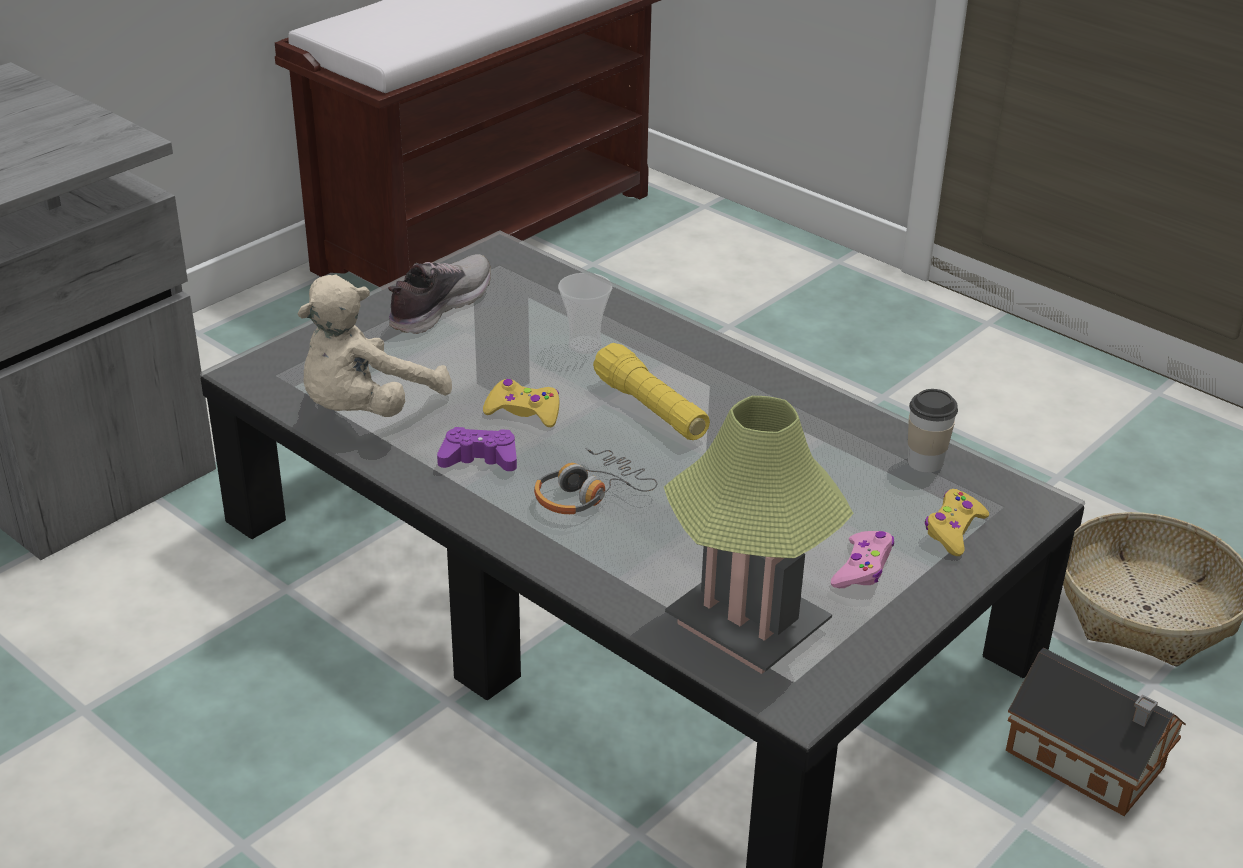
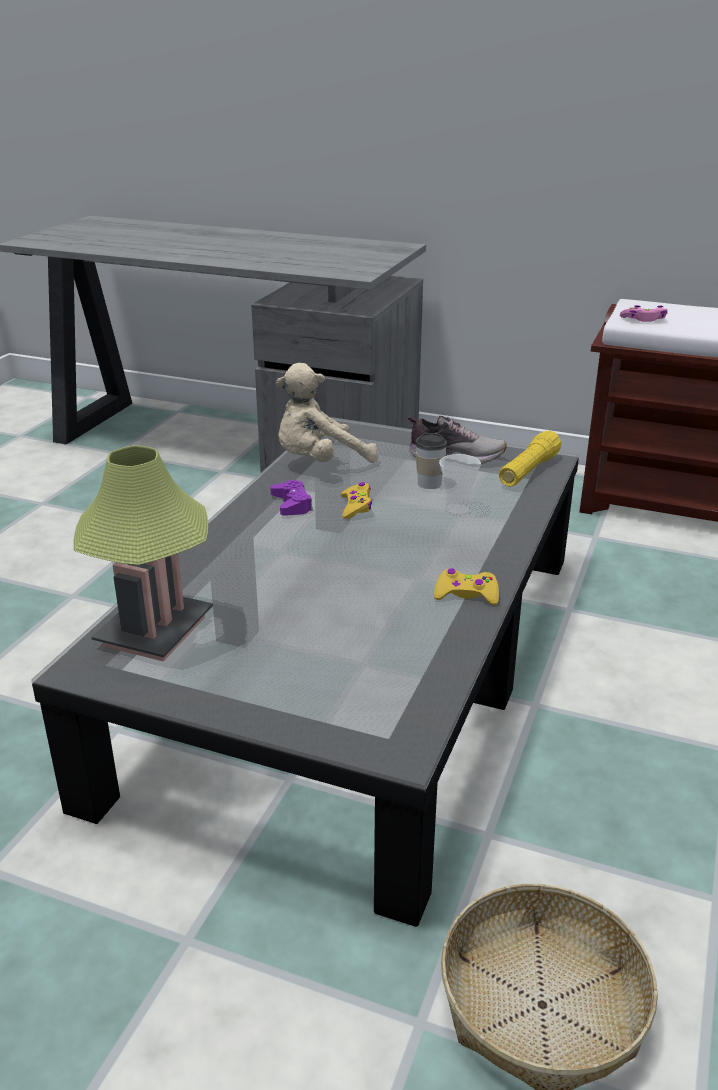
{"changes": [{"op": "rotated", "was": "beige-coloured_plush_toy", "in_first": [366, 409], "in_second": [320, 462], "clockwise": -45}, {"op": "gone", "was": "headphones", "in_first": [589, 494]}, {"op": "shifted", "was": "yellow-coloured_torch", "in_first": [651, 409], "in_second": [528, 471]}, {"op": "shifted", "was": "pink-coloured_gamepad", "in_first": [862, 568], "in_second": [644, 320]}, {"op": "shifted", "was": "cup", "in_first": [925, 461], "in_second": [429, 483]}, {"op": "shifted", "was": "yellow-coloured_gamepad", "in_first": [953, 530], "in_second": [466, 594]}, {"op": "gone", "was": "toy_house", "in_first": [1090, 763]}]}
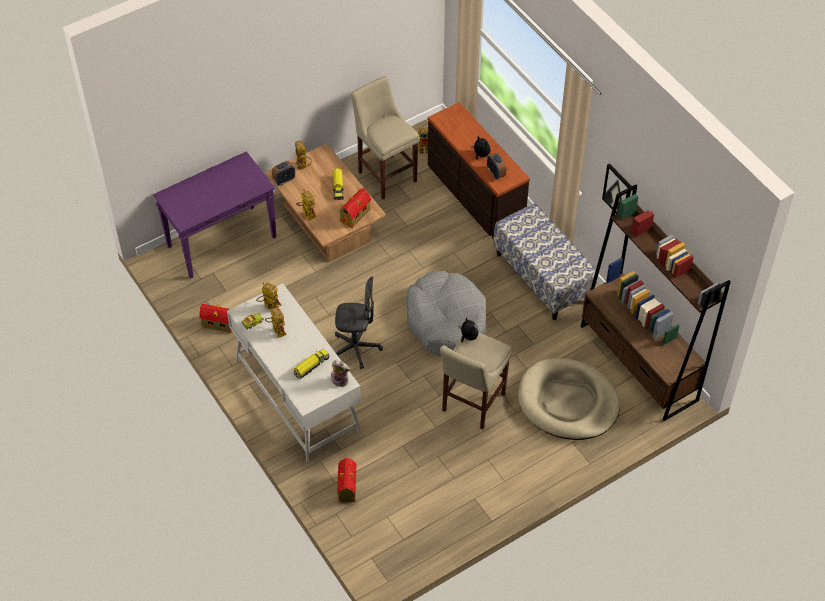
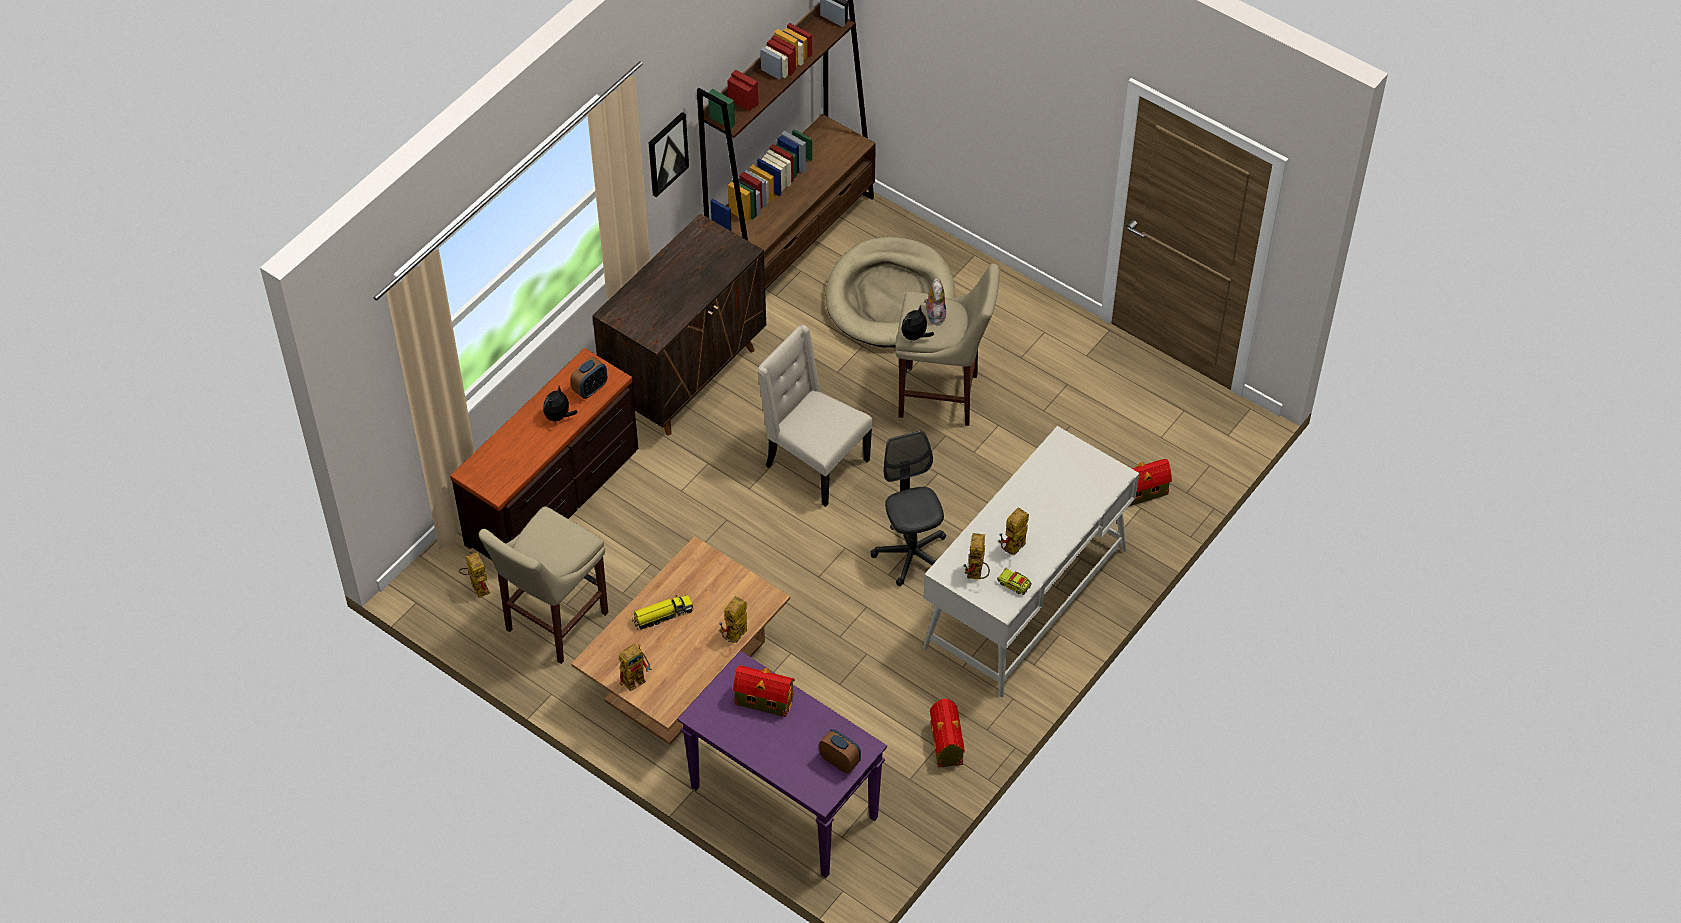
{"changes": [{"op": "shifted", "was": "alarm_clock", "in_first": [284, 180], "in_second": [840, 761]}, {"op": "gone", "was": "model_truck", "in_first": [311, 366]}, {"op": "shifted", "was": "plush_toy", "in_first": [341, 380], "in_second": [934, 315]}, {"op": "shifted", "was": "toy_house", "in_first": [356, 215], "in_second": [763, 699]}, {"op": "swapped", "was": "gray_dog_bed", "now": "beige-coloured_upright_chair", "in_first": [446, 321], "in_second": [814, 463]}, {"op": "swapped", "was": "bench", "now": "brown-coloured_cupboard", "in_first": [542, 277], "in_second": [686, 375]}]}
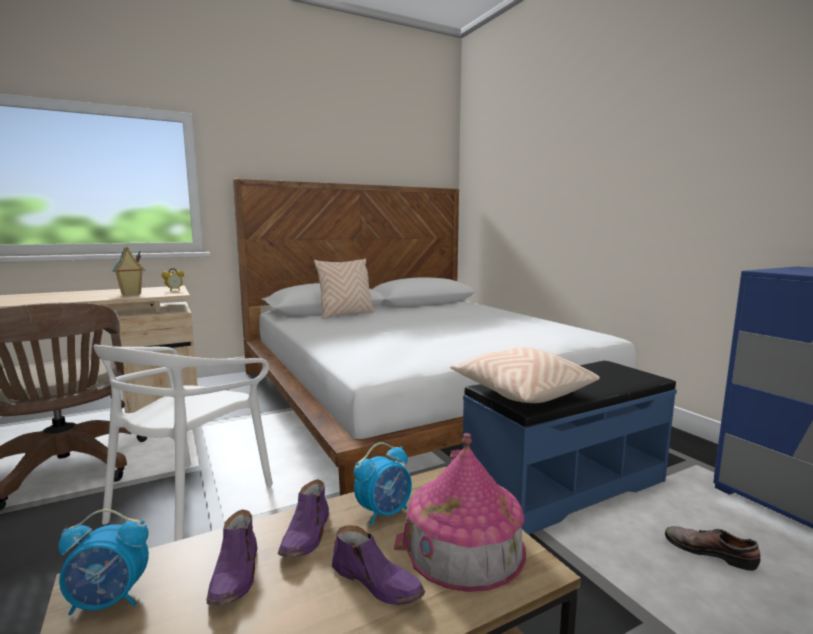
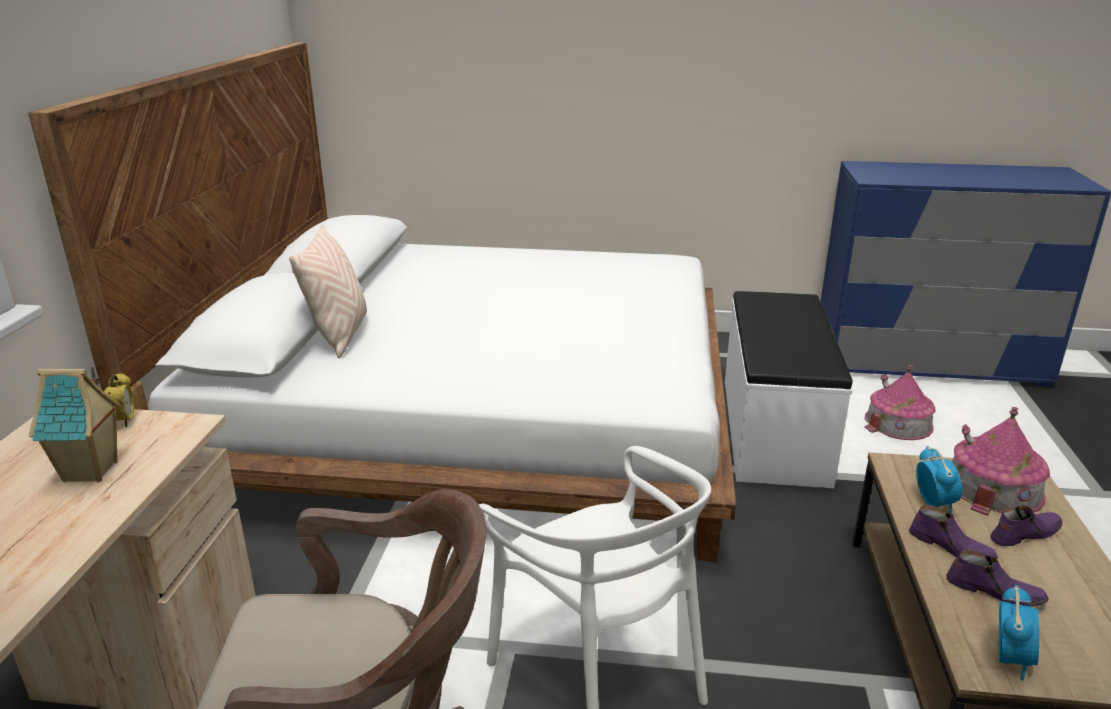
{"changes": [{"op": "gone", "was": "beige-coloured_cushion", "in_first": [521, 392]}, {"op": "repainted", "was": "bluish_bench", "now": "white-coloured_bench", "in_first": [563, 484], "in_second": [771, 429]}, {"op": "swapped", "was": "shoe", "now": "toy_house", "in_first": [709, 551], "in_second": [898, 423]}]}
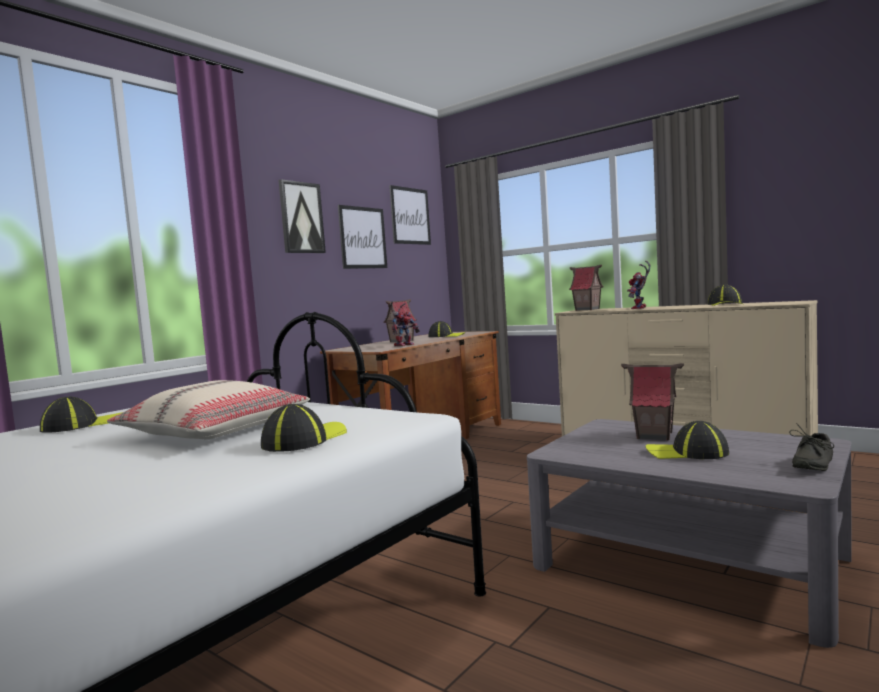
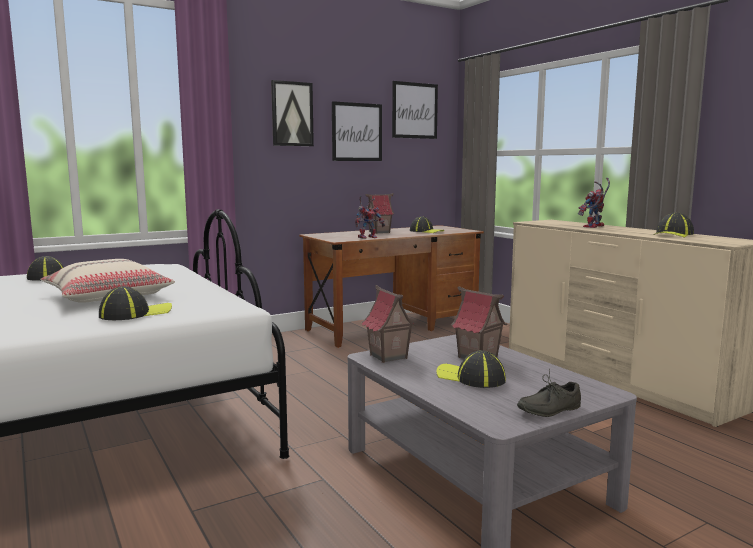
{"changes": [{"op": "shifted", "was": "toy_house", "in_first": [587, 309], "in_second": [388, 356]}]}
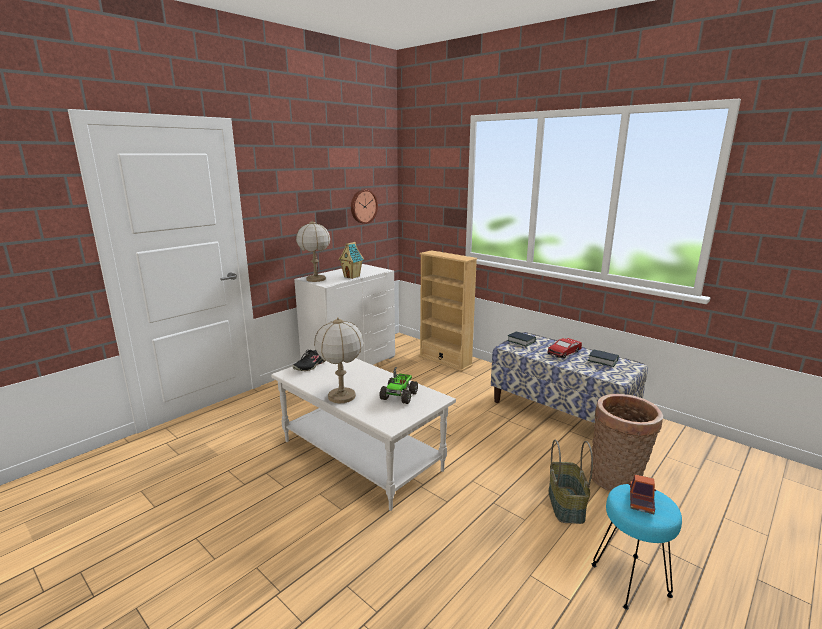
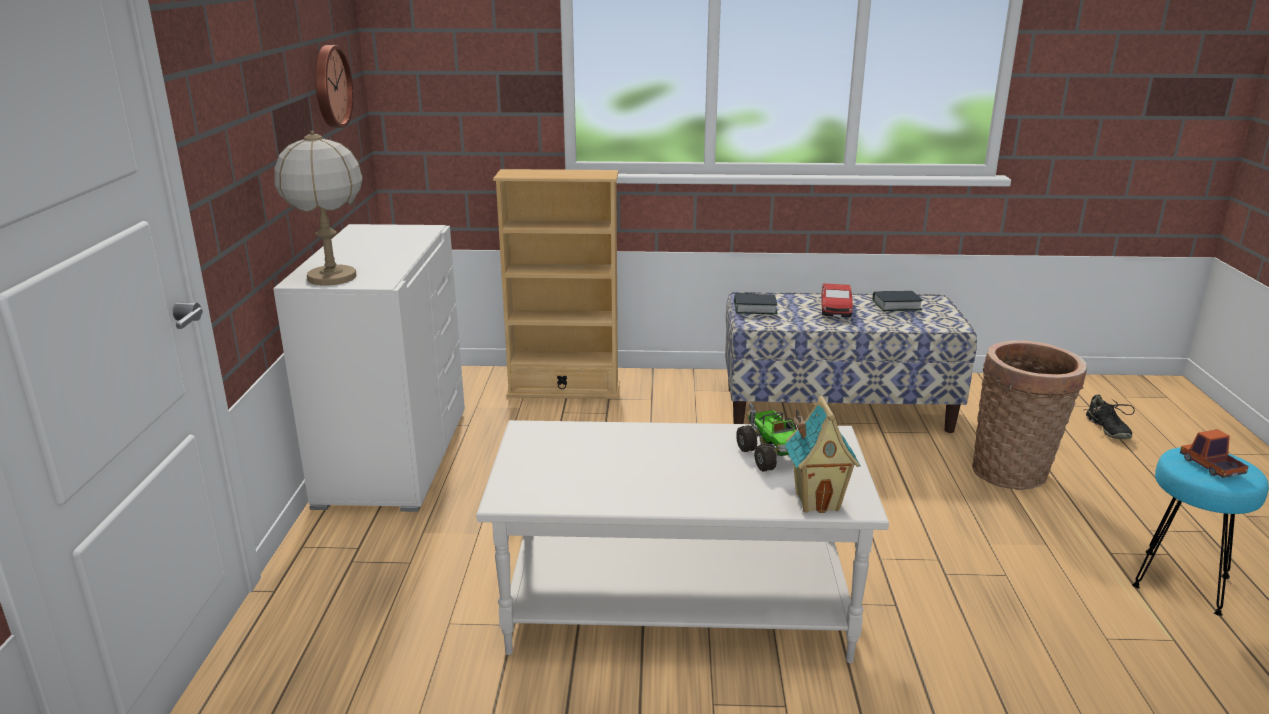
{"changes": [{"op": "shifted", "was": "black-coloured_shoe", "in_first": [310, 365], "in_second": [1107, 429]}, {"op": "gone", "was": "lamp_for_a_table", "in_first": [341, 396]}, {"op": "shifted", "was": "toy_house", "in_first": [352, 276], "in_second": [817, 501]}, {"op": "gone", "was": "storage_basket", "in_first": [567, 505]}]}
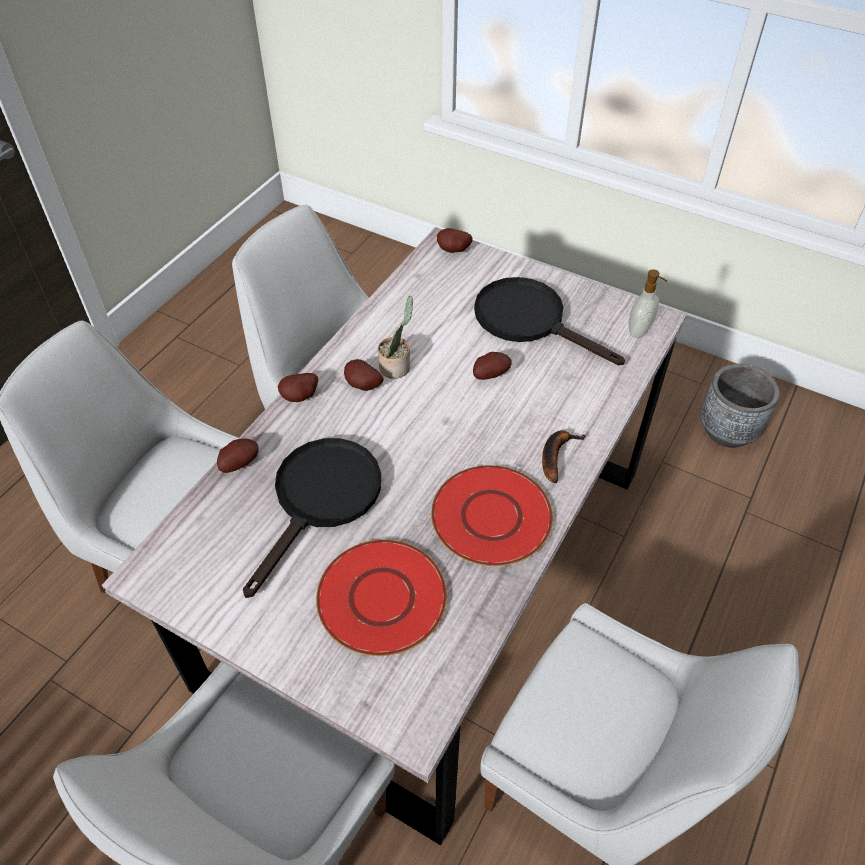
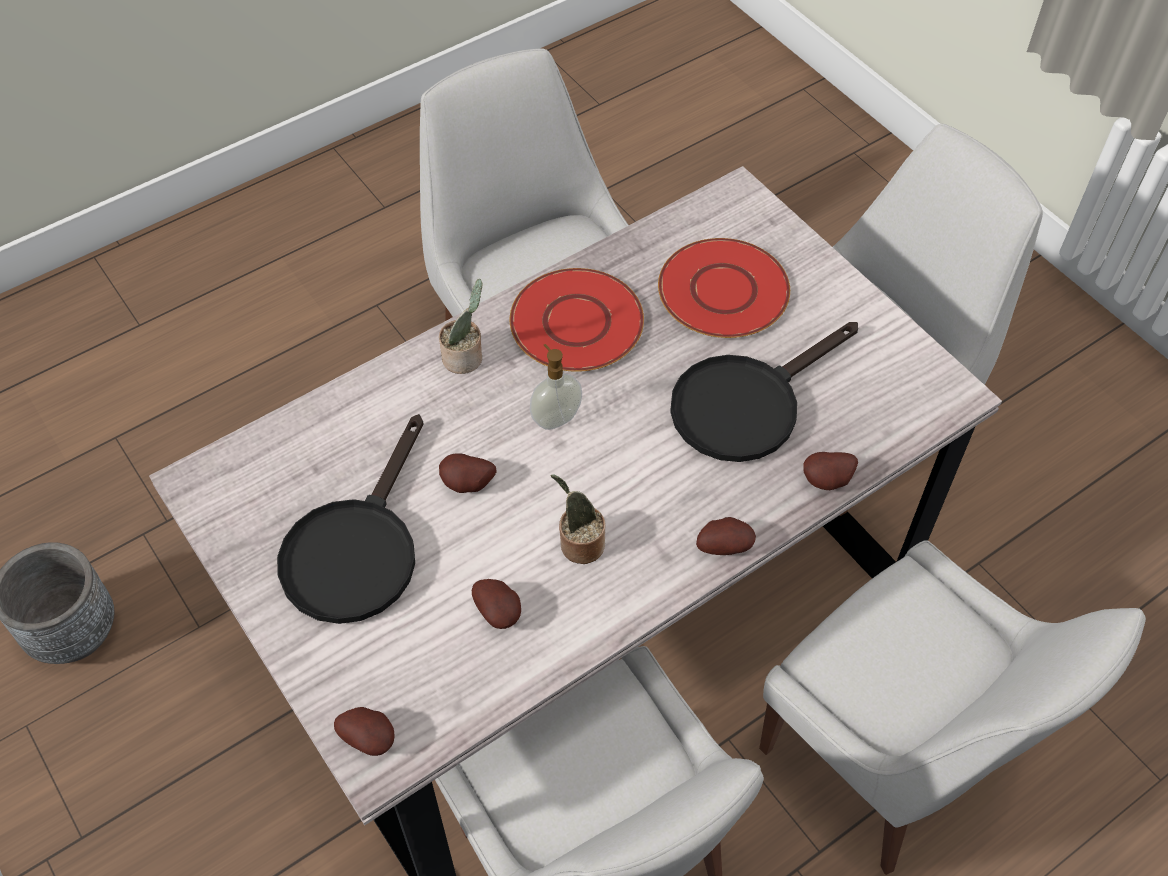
{"changes": [{"op": "shifted", "was": "potato", "in_first": [362, 386], "in_second": [499, 612]}, {"op": "rotated", "was": "black-coloured_skillet", "in_first": [530, 320], "in_second": [356, 548], "clockwise": 45}, {"op": "swapped", "was": "whole_banana", "now": "potted_plant", "in_first": [556, 455], "in_second": [465, 358]}, {"op": "shifted", "was": "liquid_soap_bottle", "in_first": [640, 330], "in_second": [555, 418]}]}
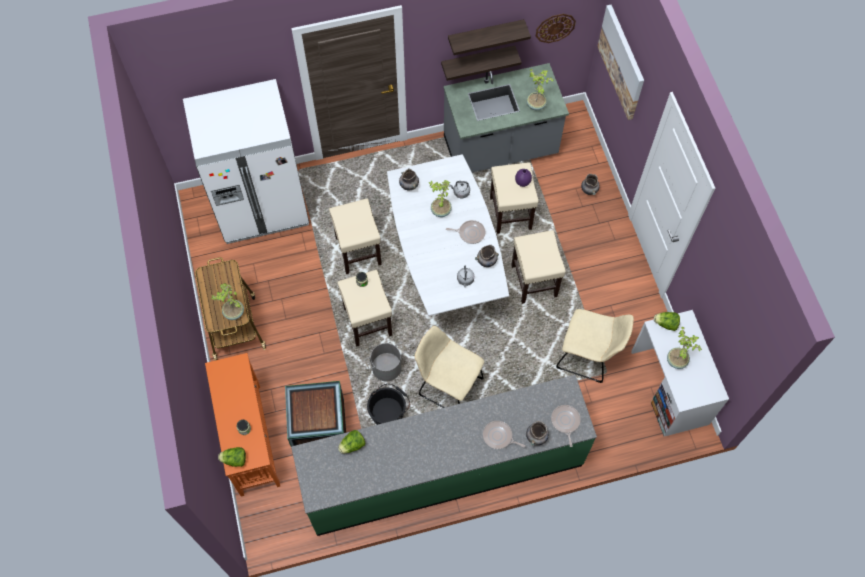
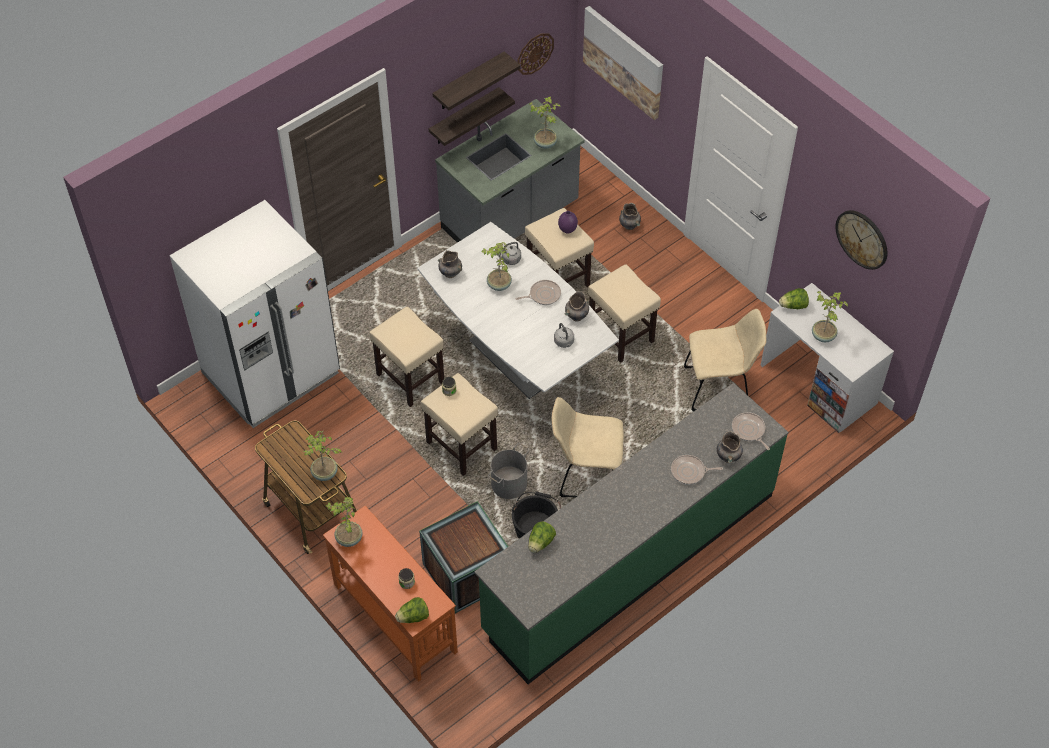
{"changes": [{"op": "new", "now": "potted_plant", "in_second": [348, 538]}, {"op": "new", "now": "hanging_clock", "in_second": [862, 239]}]}
